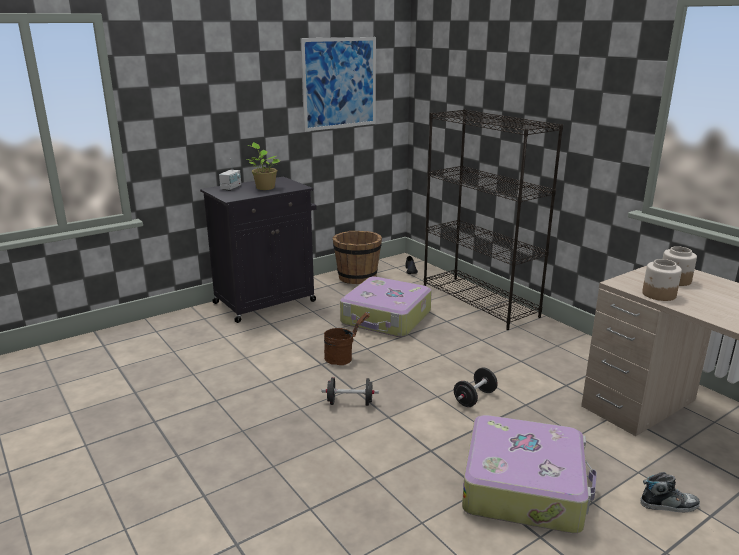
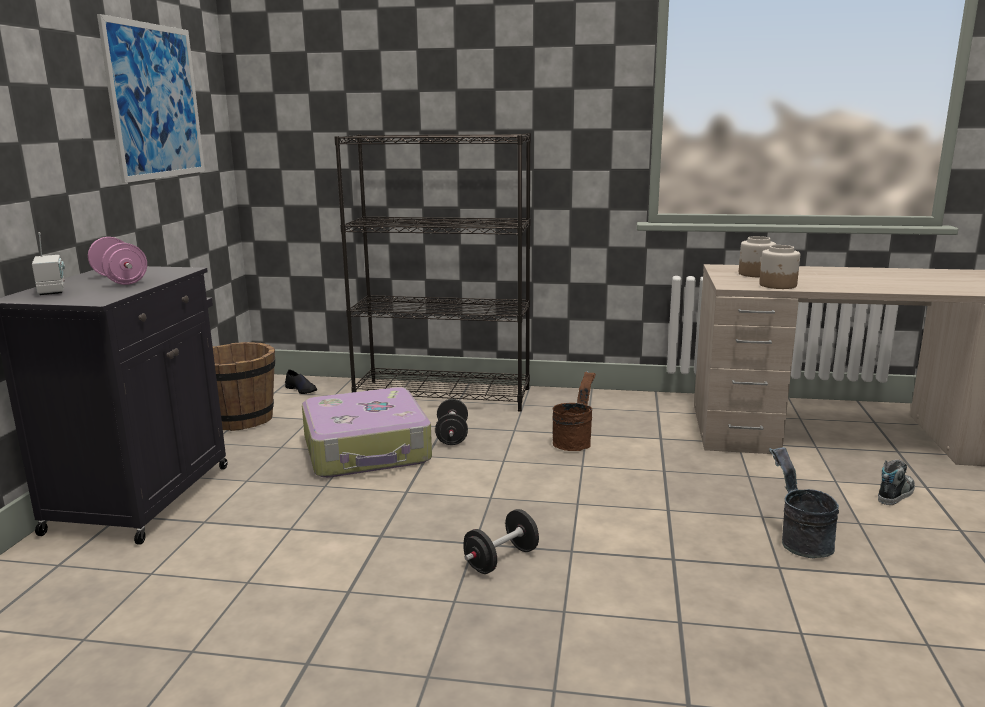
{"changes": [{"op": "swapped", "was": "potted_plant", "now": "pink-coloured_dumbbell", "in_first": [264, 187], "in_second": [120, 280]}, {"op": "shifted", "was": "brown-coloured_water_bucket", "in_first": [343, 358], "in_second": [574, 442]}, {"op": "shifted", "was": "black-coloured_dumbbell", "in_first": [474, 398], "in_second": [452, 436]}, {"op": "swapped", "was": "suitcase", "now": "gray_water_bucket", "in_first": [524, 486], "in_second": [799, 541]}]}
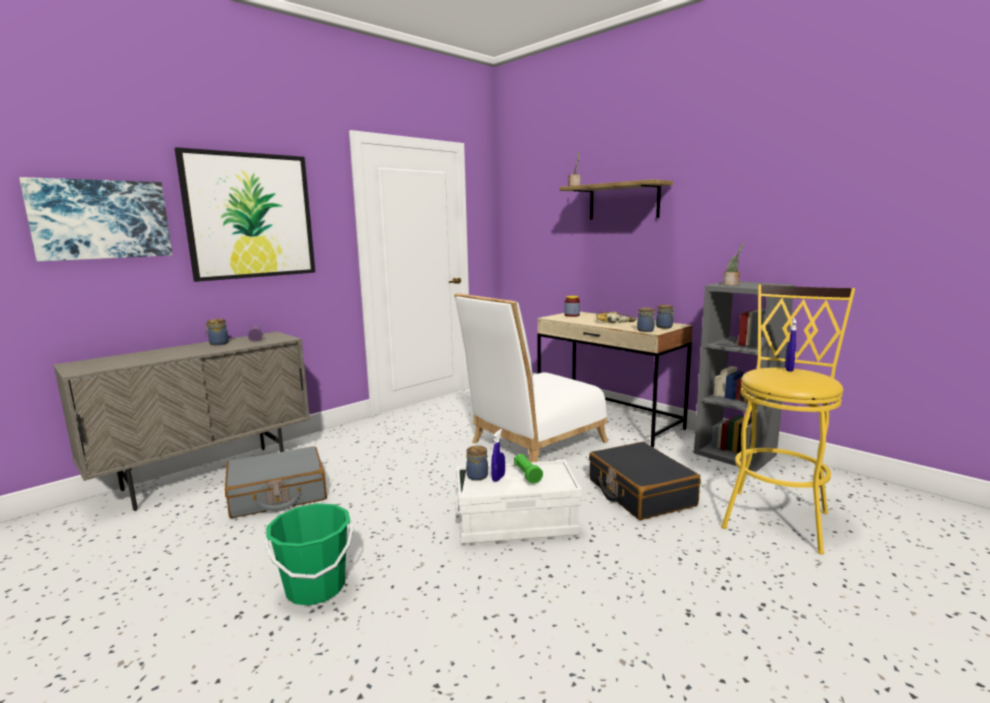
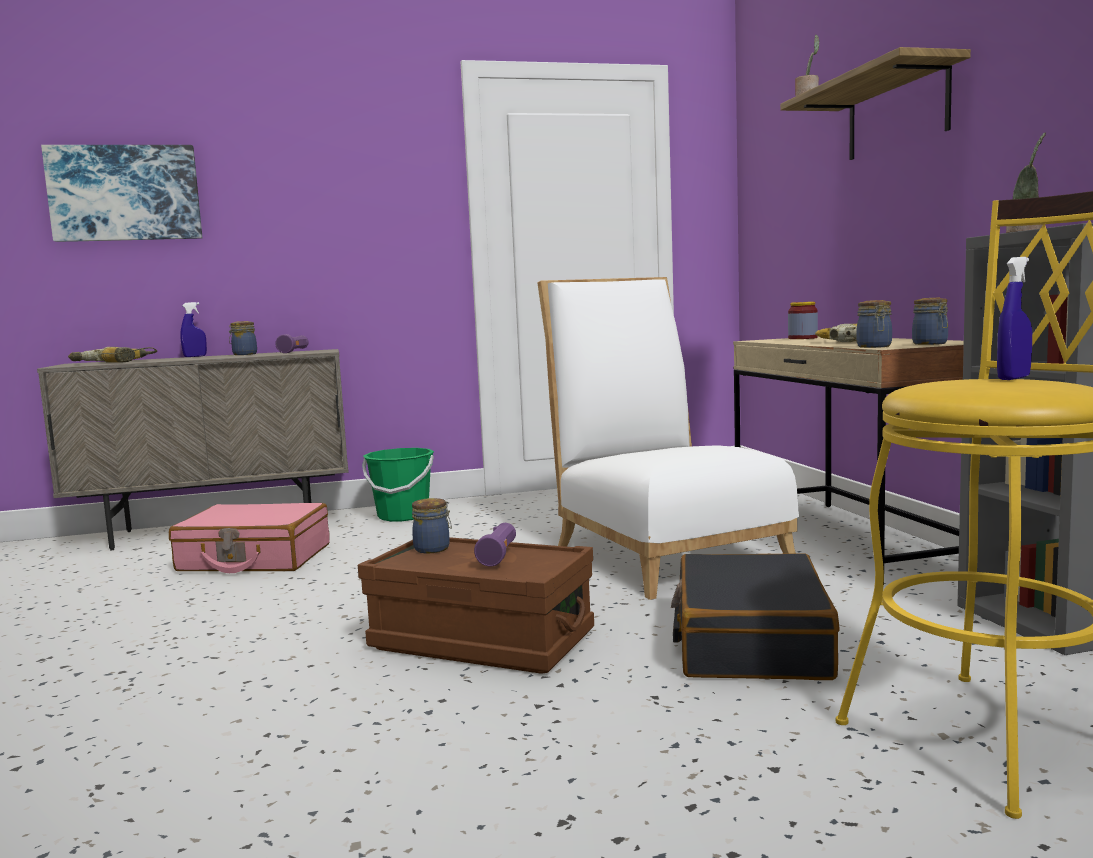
{"changes": [{"op": "gone", "was": "wall_art", "in_first": [250, 216]}, {"op": "repainted", "was": "gray_suitcase", "now": "pink-coloured_suitcase", "in_first": [277, 495], "in_second": [254, 558]}, {"op": "shifted", "was": "green_water_bucket", "in_first": [315, 588], "in_second": [402, 516]}, {"op": "rotated", "was": "white-coloured_upright_chair", "in_first": [532, 444], "in_second": [663, 553], "clockwise": 75}, {"op": "repainted", "was": "white-coloured_storage_container", "now": "brown-coloured_storage_container", "in_first": [516, 523], "in_second": [482, 641]}, {"op": "shifted", "was": "bluish_hand_sprayer", "in_first": [498, 478], "in_second": [195, 356]}, {"op": "repainted", "was": "green_torch", "now": "purple-coloured_torch", "in_first": [527, 475], "in_second": [498, 556]}, {"op": "new", "now": "drill", "in_second": [113, 362]}]}
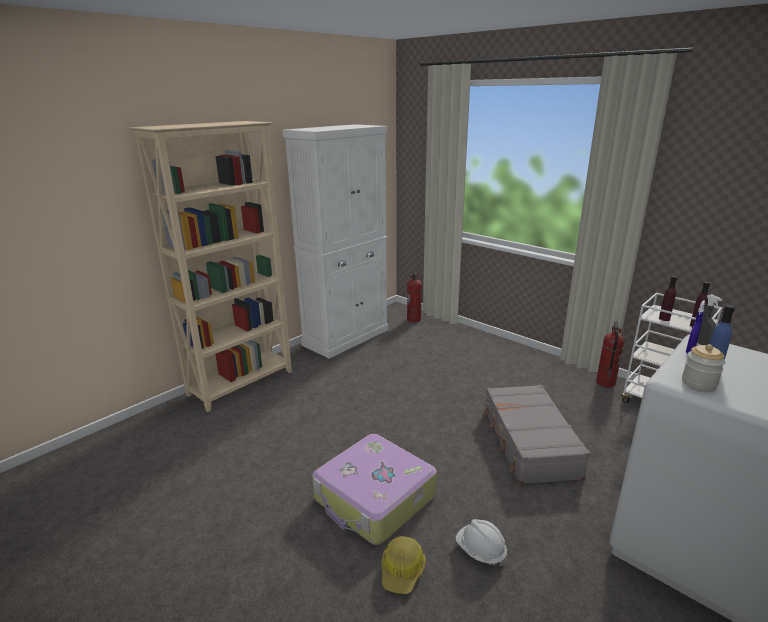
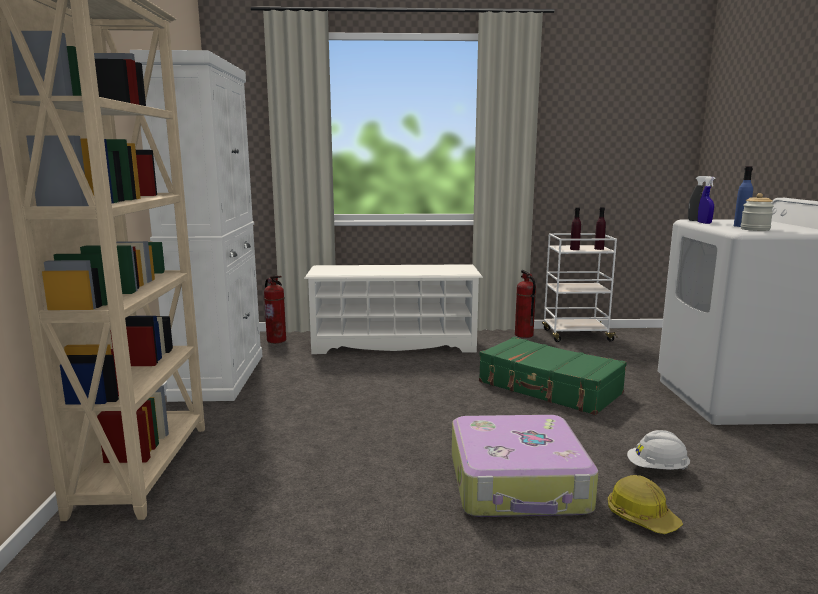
{"changes": [{"op": "repainted", "was": "gray_suitcase", "now": "green_suitcase", "in_first": [529, 442], "in_second": [549, 388]}, {"op": "new", "now": "white-coloured_shoe_stand", "in_second": [394, 344]}]}
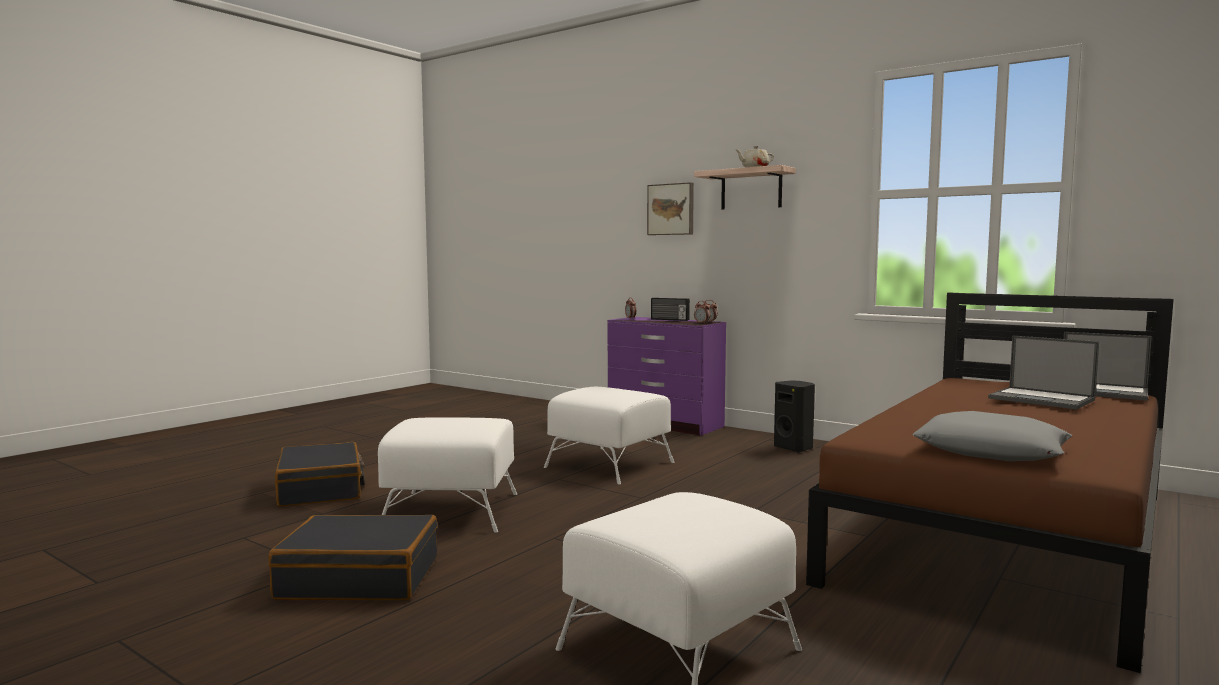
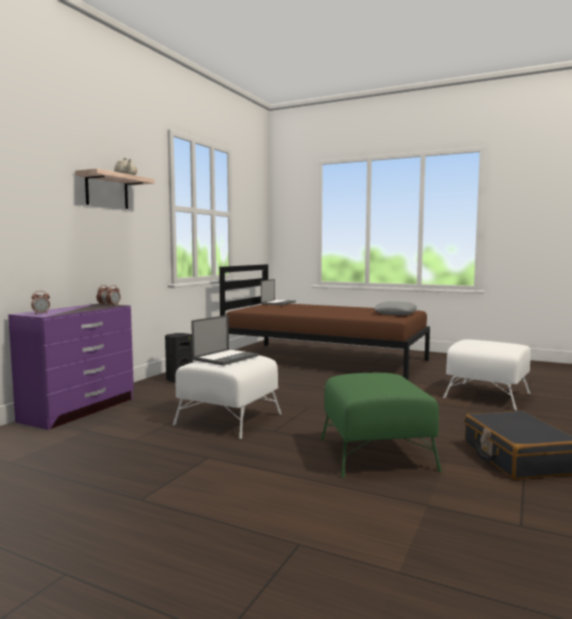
{"changes": [{"op": "gone", "was": "black-coloured_suitcase", "in_first": [321, 489]}, {"op": "repainted", "was": "white-coloured_footrest", "now": "green_footrest", "in_first": [452, 511], "in_second": [376, 453]}, {"op": "gone", "was": "wall_art", "in_first": [671, 209]}, {"op": "gone", "was": "radio_set", "in_first": [669, 319]}, {"op": "shifted", "was": "notebook_computer", "in_first": [1042, 399], "in_second": [226, 357]}]}
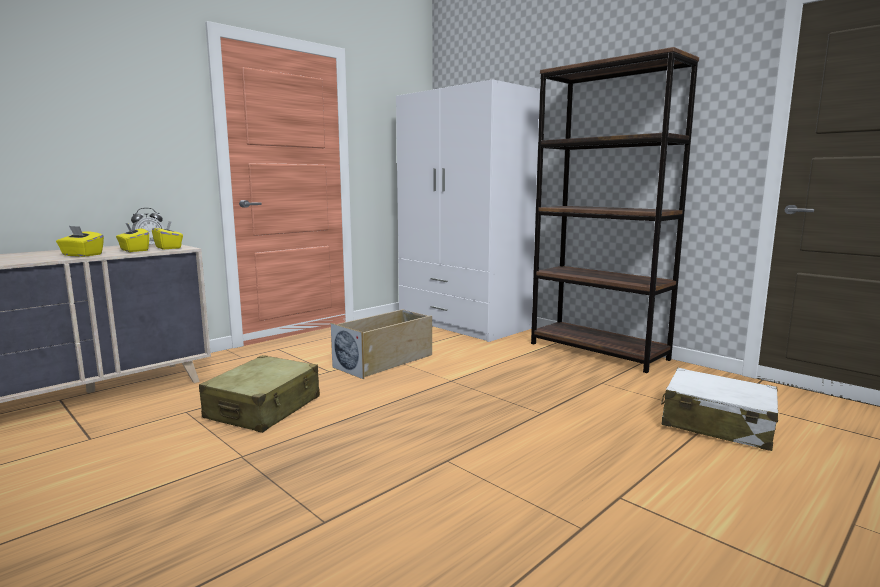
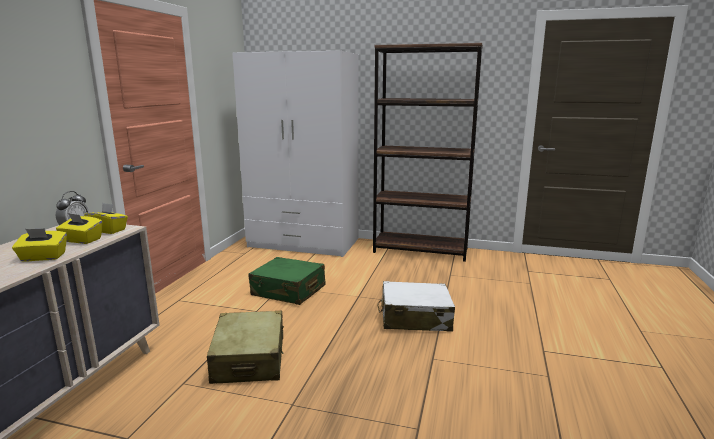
{"changes": [{"op": "swapped", "was": "beige-coloured_storage_container", "now": "green_suitcase", "in_first": [384, 361], "in_second": [288, 291]}, {"op": "shifted", "was": "white-coloured_suitcase", "in_first": [716, 424], "in_second": [415, 318]}]}
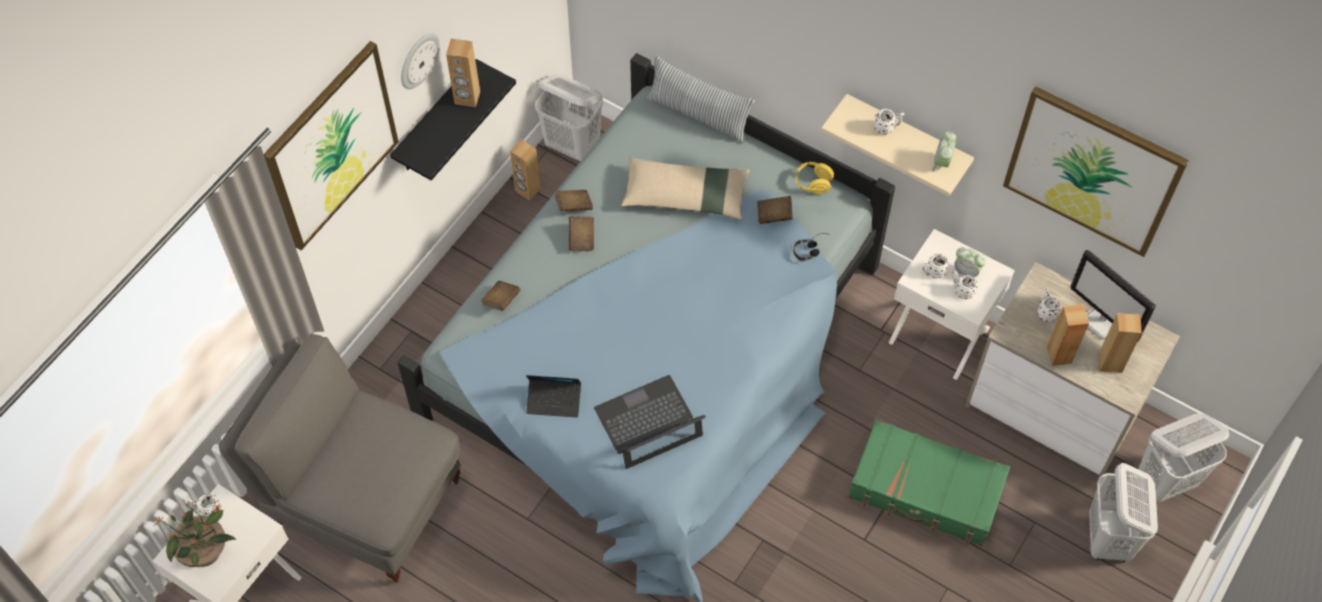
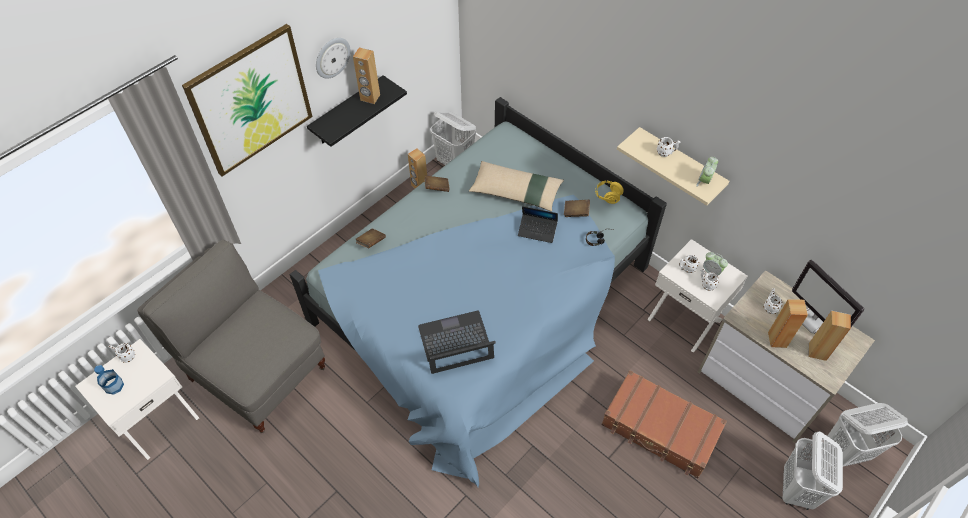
{"changes": [{"op": "swapped", "was": "potted_plant", "now": "beverage_bottle", "in_first": [205, 552], "in_second": [114, 386]}, {"op": "shifted", "was": "notebook_computer", "in_first": [554, 401], "in_second": [537, 231]}, {"op": "gone", "was": "brown-coloured_book", "in_first": [581, 238]}, {"op": "gone", "was": "cushion", "in_first": [698, 115]}, {"op": "repainted", "was": "green_suitcase", "now": "brown-coloured_suitcase", "in_first": [926, 491], "in_second": [660, 429]}, {"op": "gone", "was": "wall_art", "in_first": [1092, 171]}]}
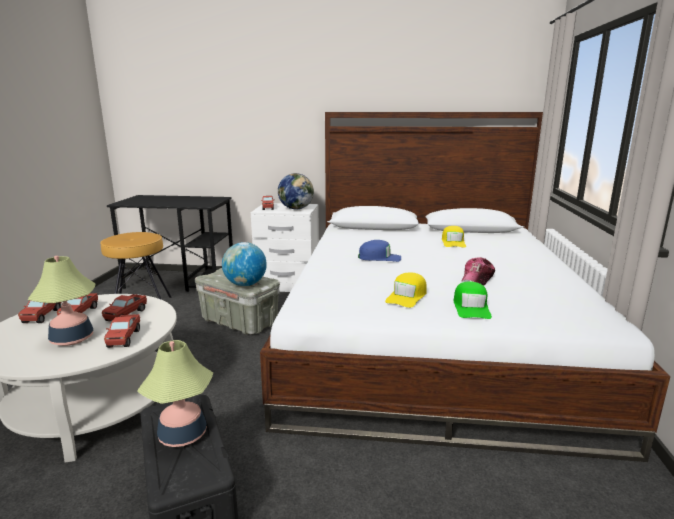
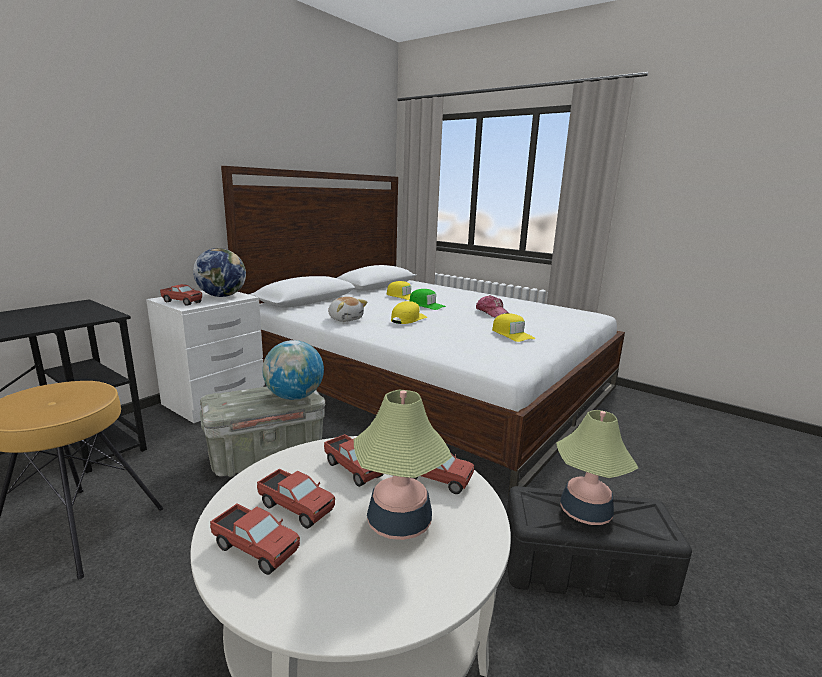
{"changes": [{"op": "repainted", "was": "bluish_cap", "now": "yellow-coloured_cap", "in_first": [379, 258], "in_second": [408, 319]}, {"op": "shifted", "was": "green_cap", "in_first": [471, 307], "in_second": [426, 305]}, {"op": "new", "now": "plush_toy", "in_second": [345, 319]}]}
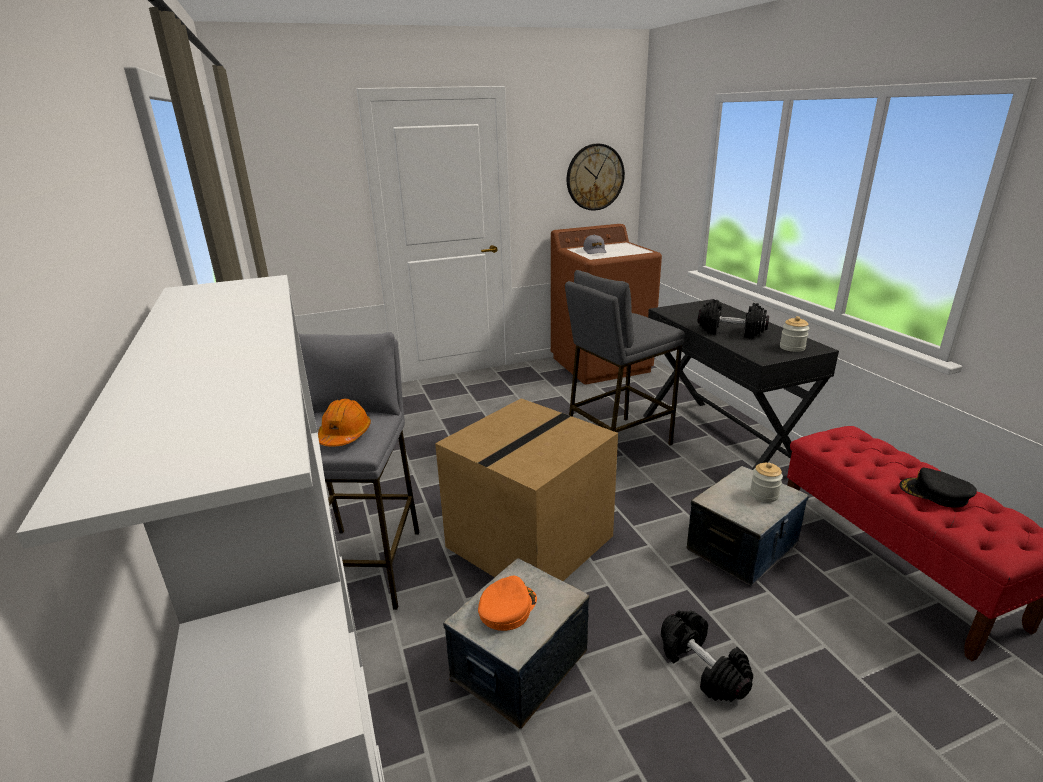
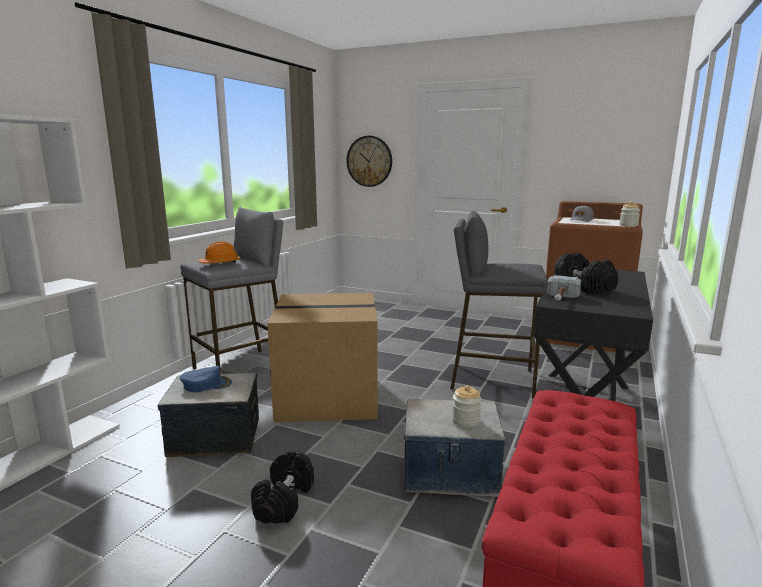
{"changes": [{"op": "repainted", "was": "orangey_cap", "now": "bluish_cap", "in_first": [507, 607], "in_second": [206, 384]}, {"op": "shifted", "was": "hanging_clock", "in_first": [595, 177], "in_second": [369, 161]}, {"op": "shifted", "was": "jar", "in_first": [792, 347], "in_second": [628, 225]}, {"op": "gone", "was": "black-coloured_cap", "in_first": [935, 493]}, {"op": "new", "now": "tool_hammer", "in_second": [560, 299]}]}
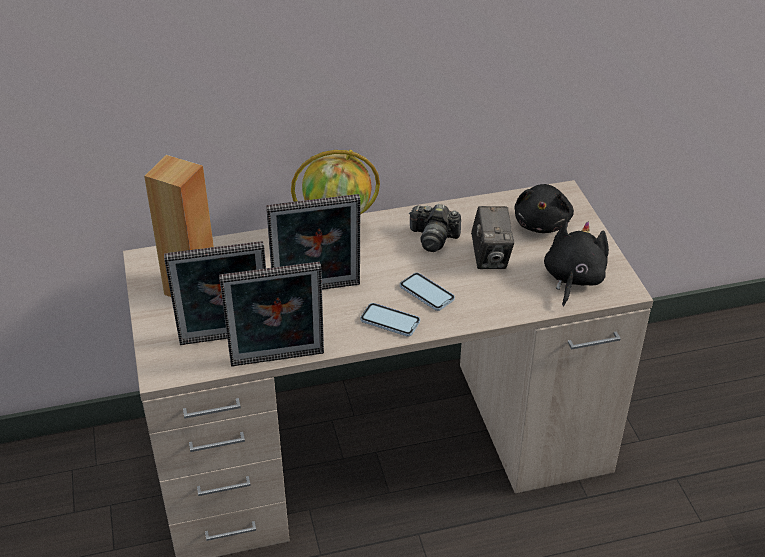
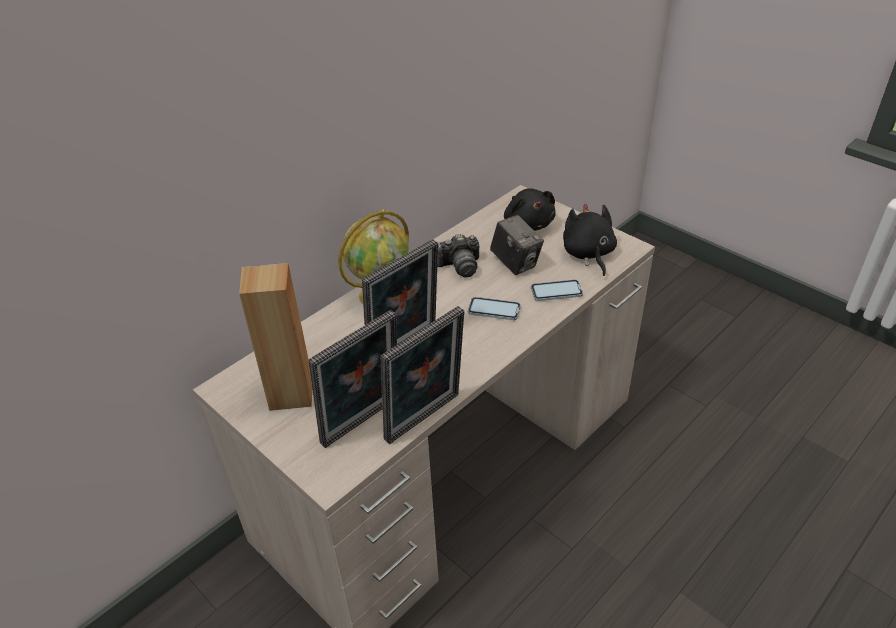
{"changes": [{"op": "shifted", "was": "phone", "in_first": [390, 321], "in_second": [556, 292]}]}
